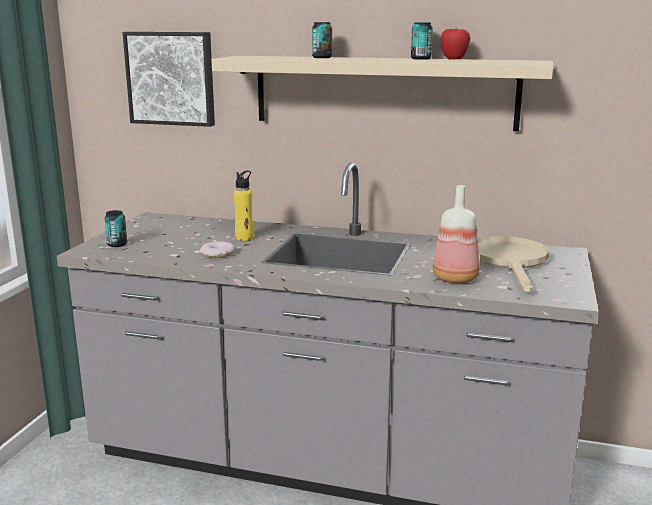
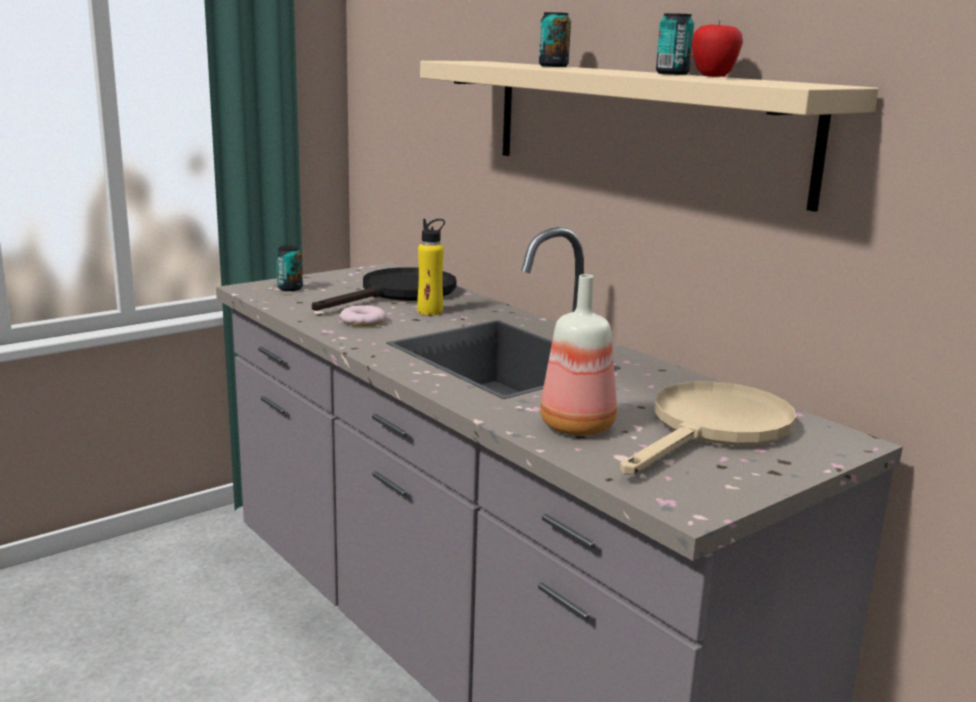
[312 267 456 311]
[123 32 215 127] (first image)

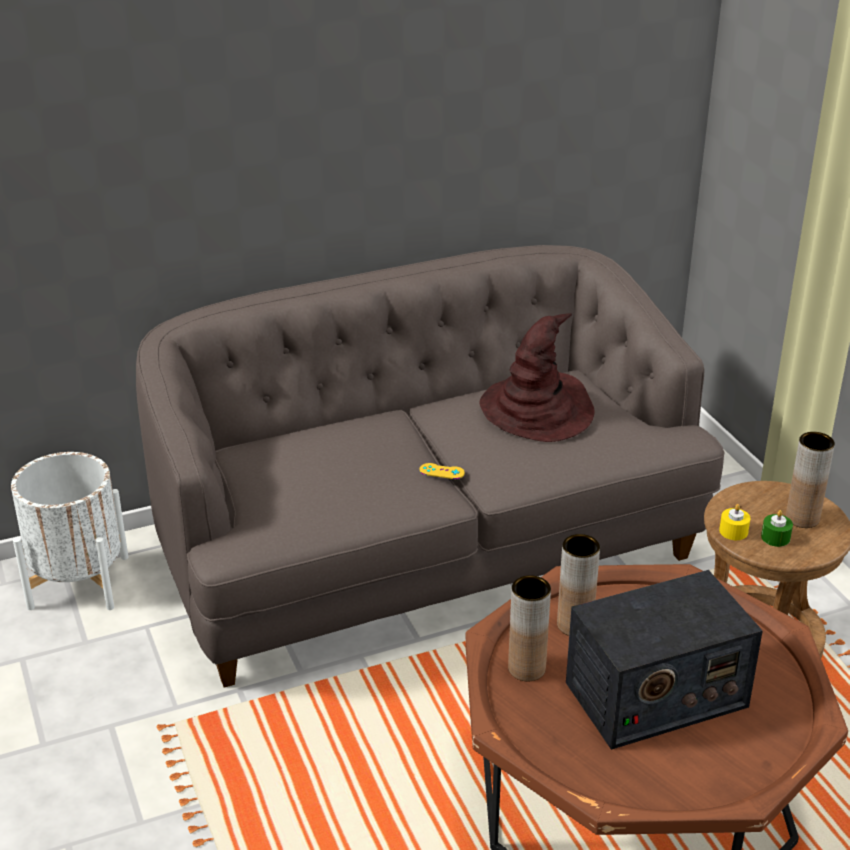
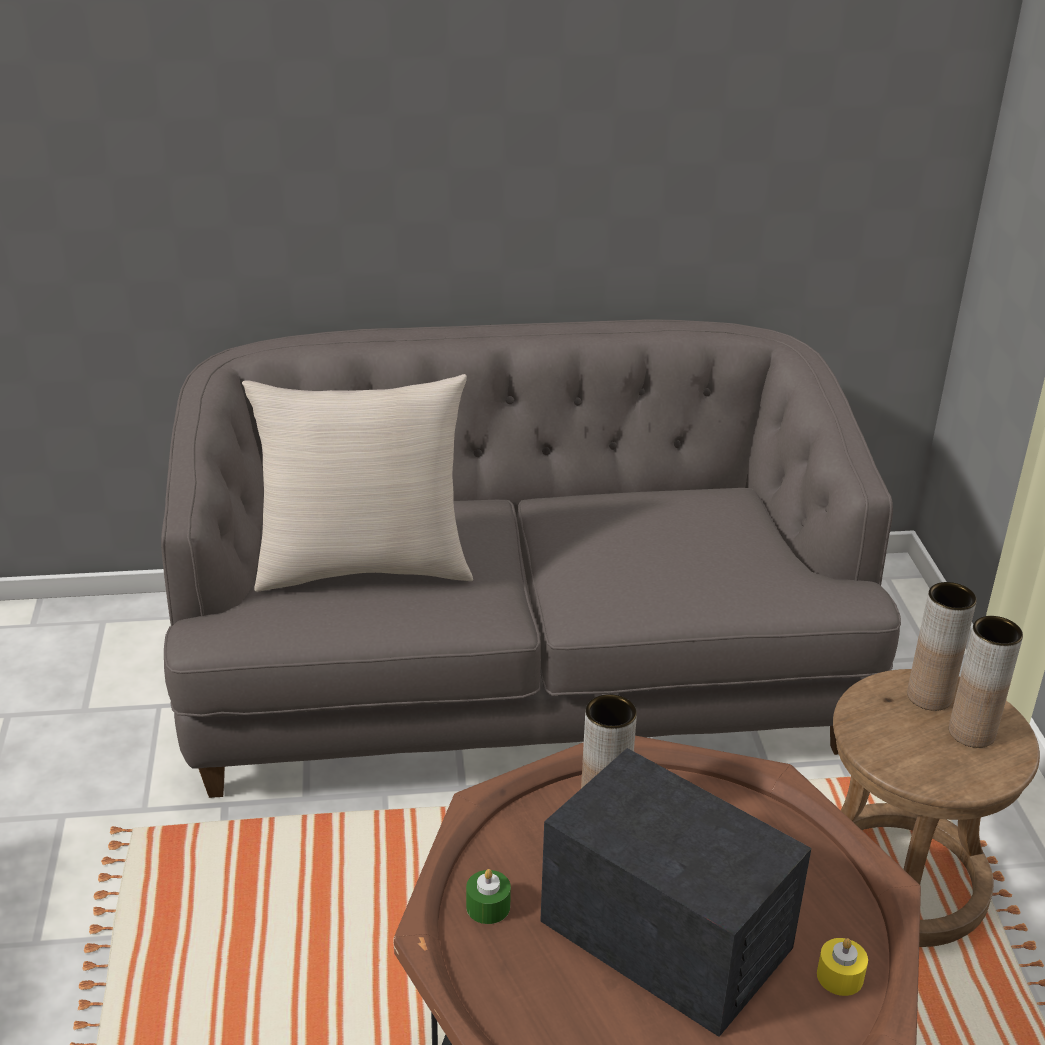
[242 374 473 592]
[466 869 511 924]
[540 748 811 1037]
[817 938 868 996]
[907 582 977 711]
[11 452 129 610] (first image)
[420 463 465 479] (first image)
[480 313 595 442] (first image)

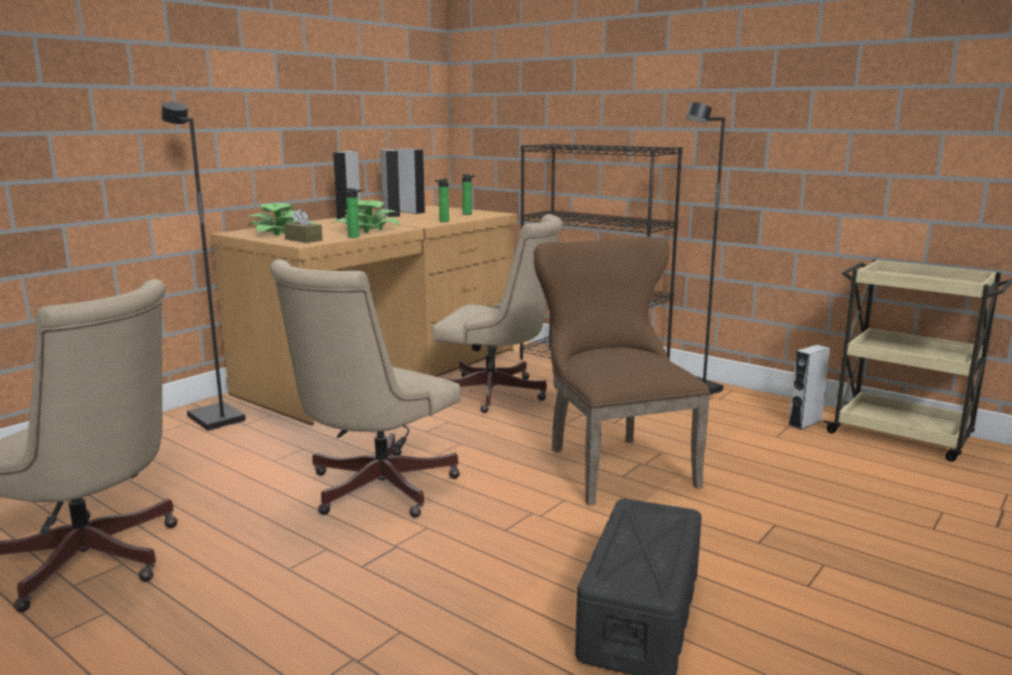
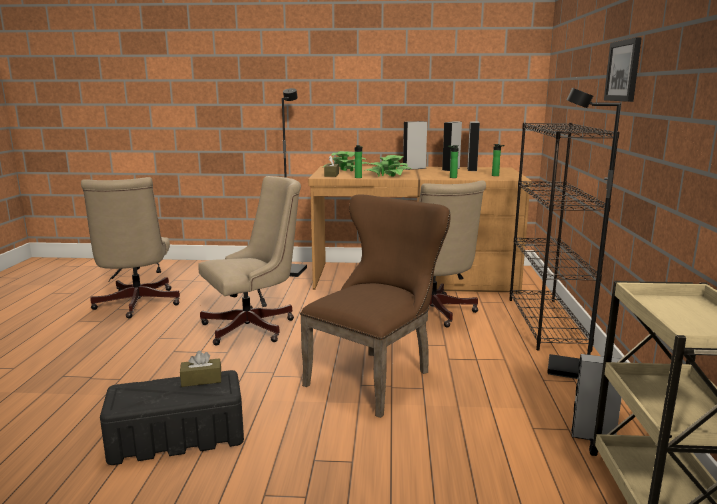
[180 350 221 387]
[198 176 301 346]
[604 37 642 102]

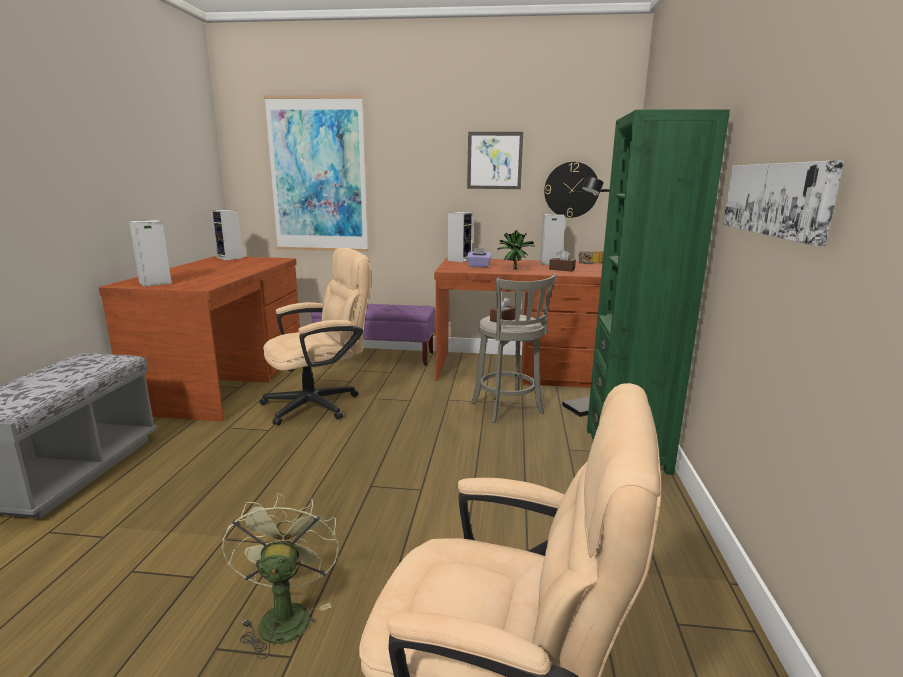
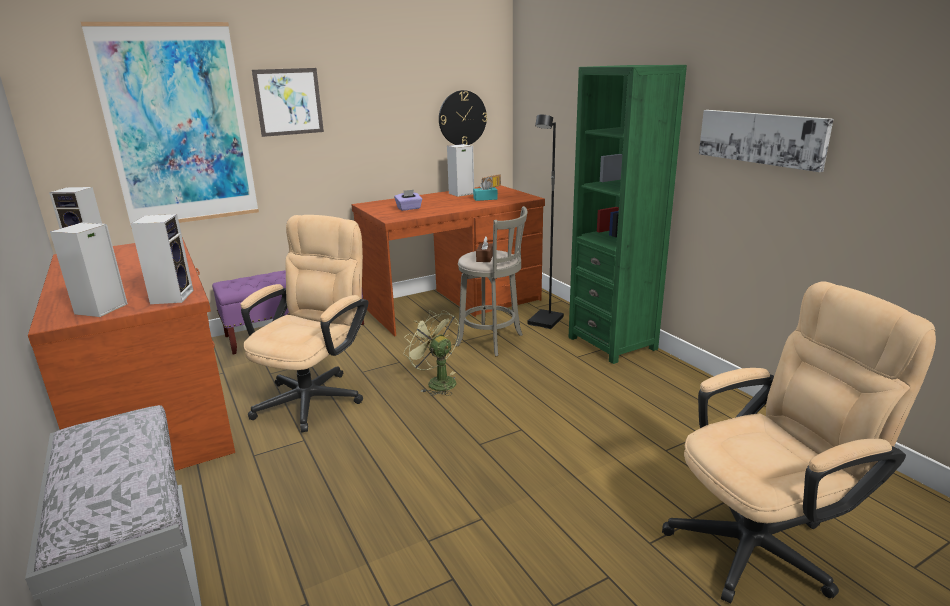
[131 214 194 304]
[252 68 324 137]
[403 310 460 396]
[473 180 498 201]
[497 230 535 269] (first image)

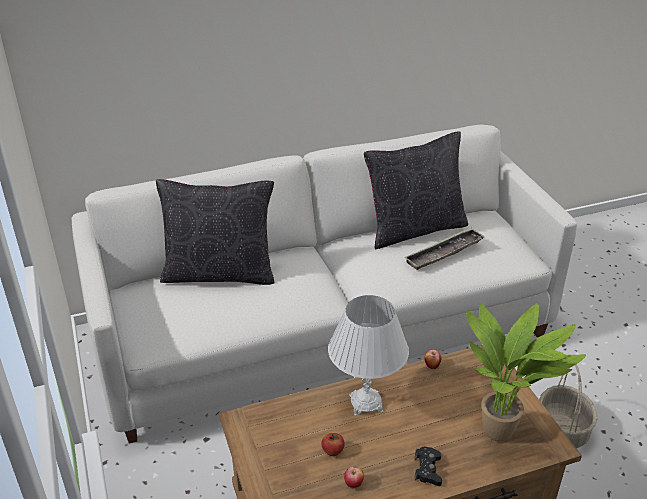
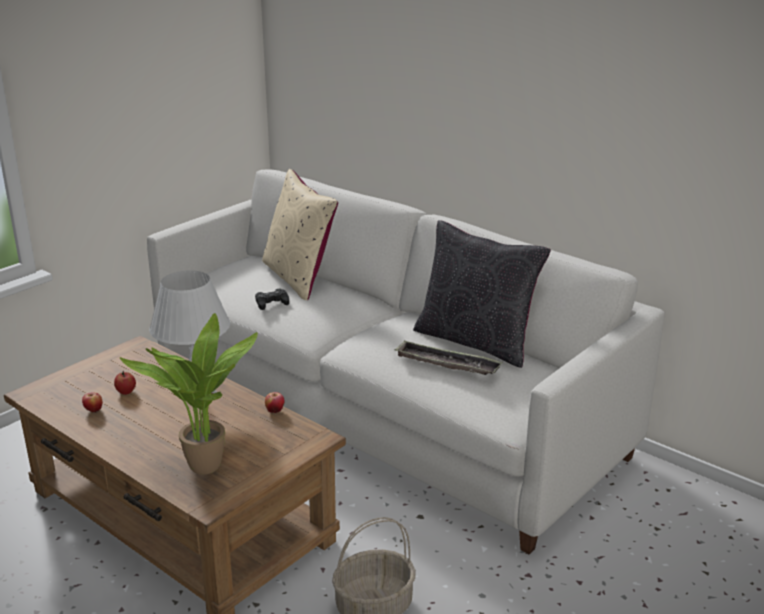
[255 289 289 310]
[262 169 338 300]

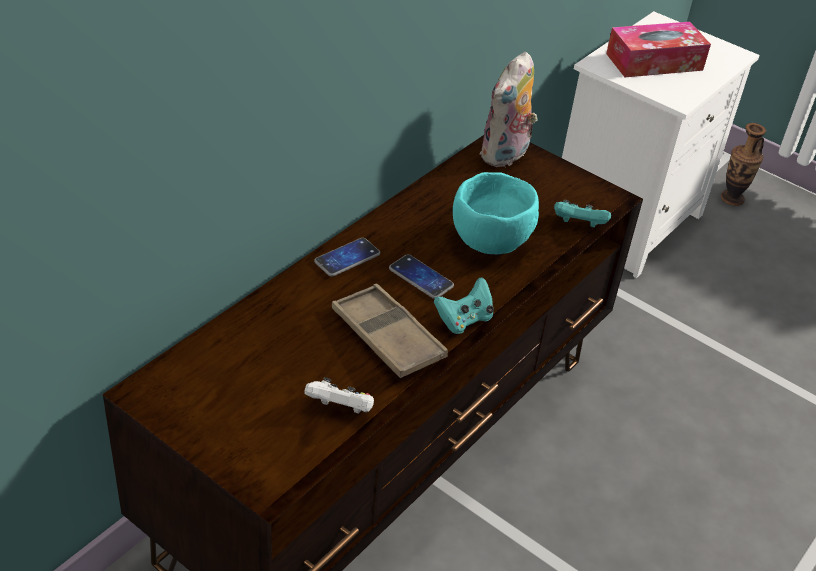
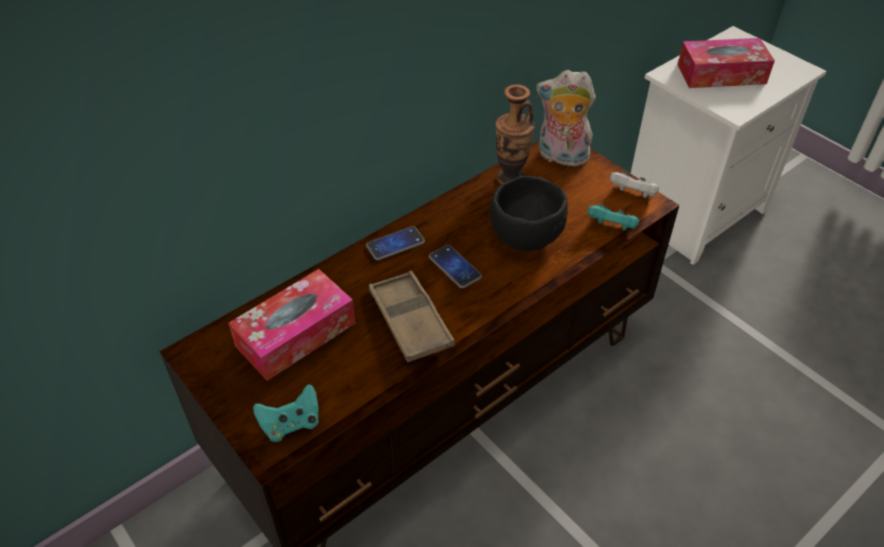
[228 269 356 381]
[253 384 319 442]
[490 176 568 251]
[495 84 535 184]
[536 70 596 166]
[610 171 659 198]

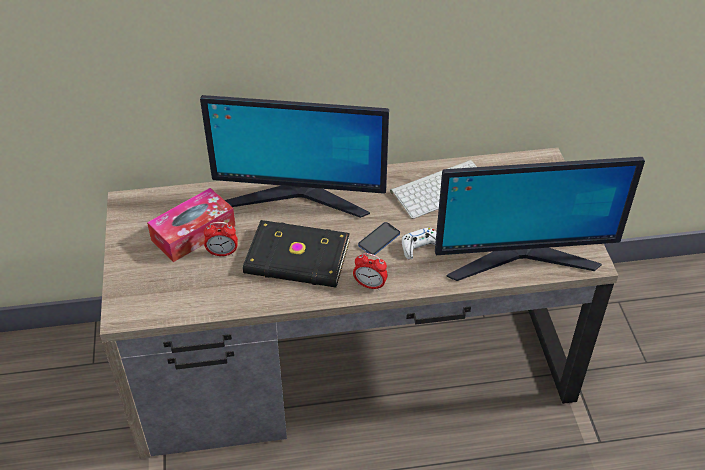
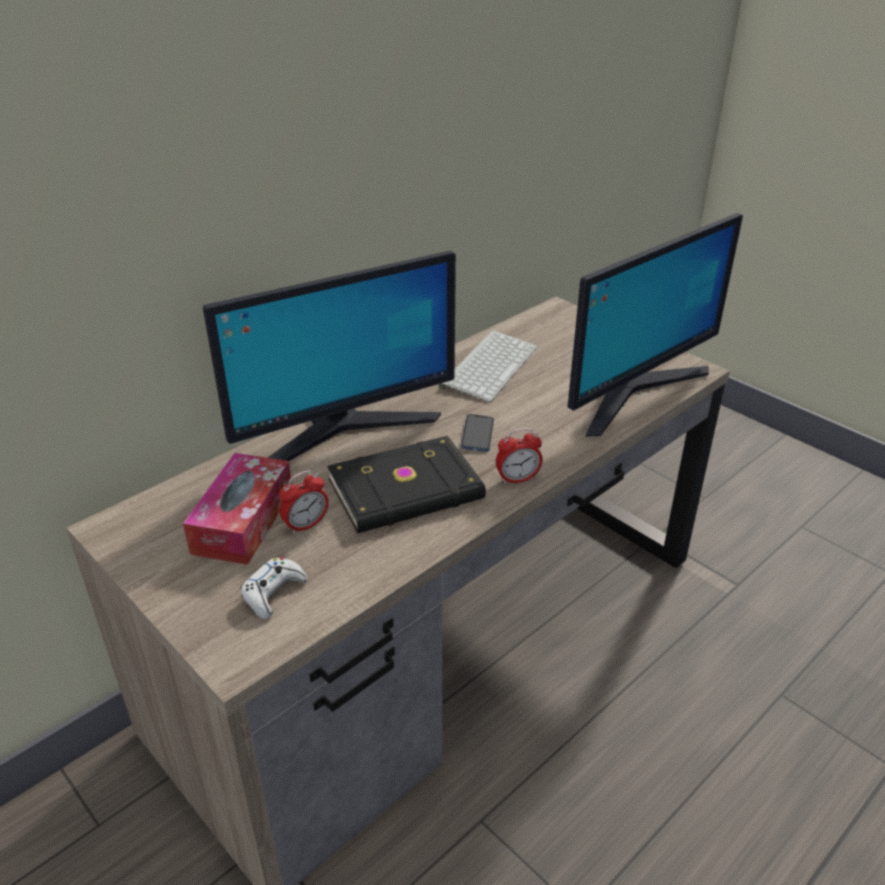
[240 557 307 619]

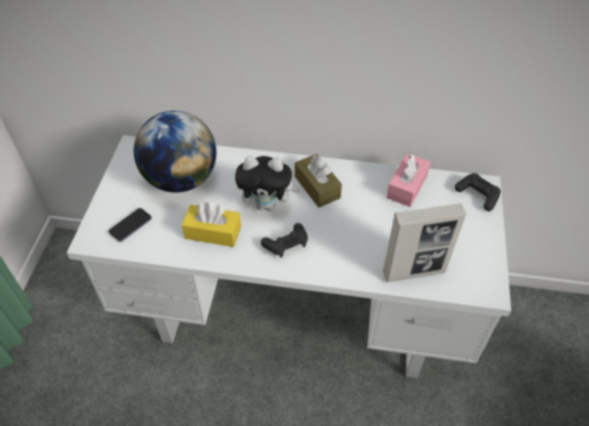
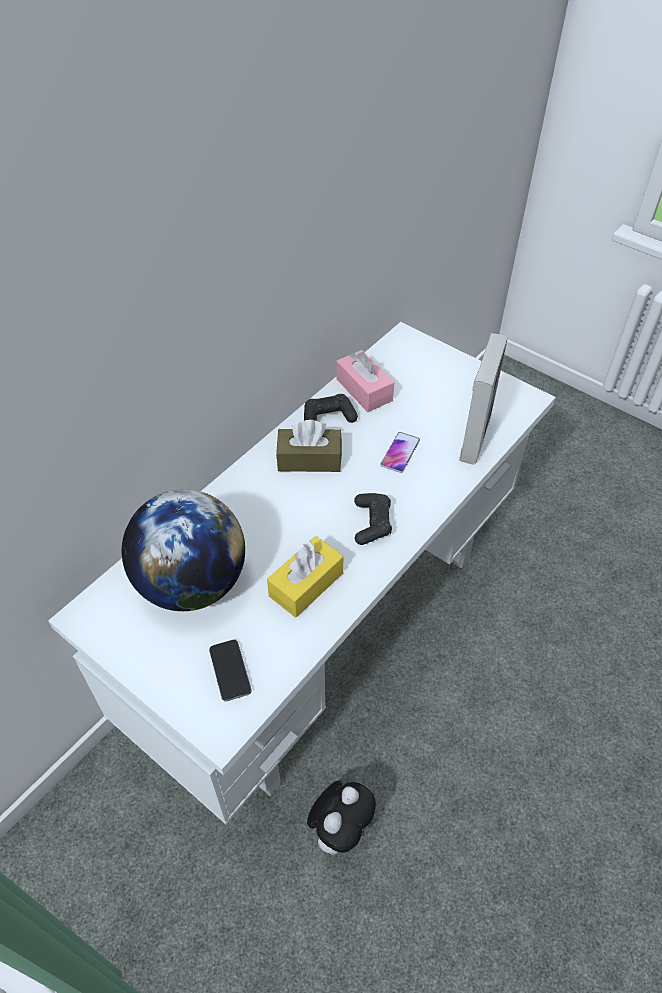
[304 394 358 423]
[307 781 376 855]
[380 432 420 473]

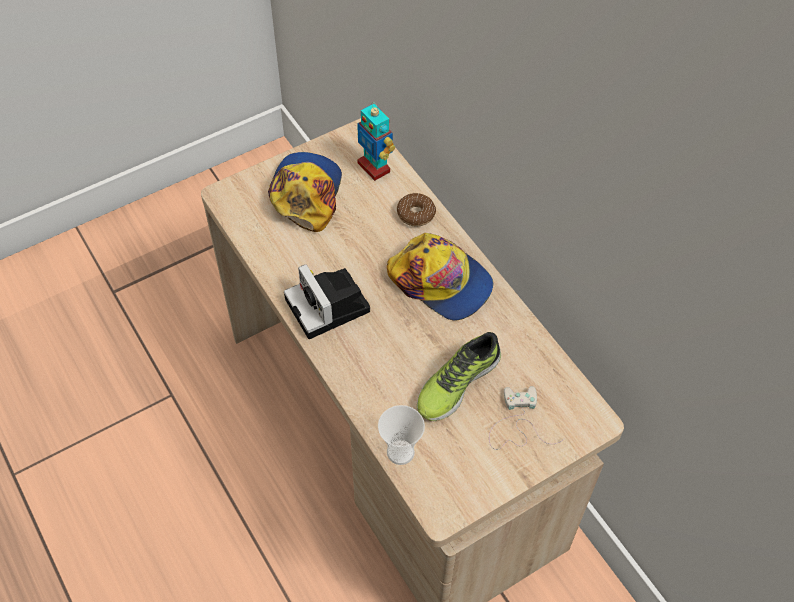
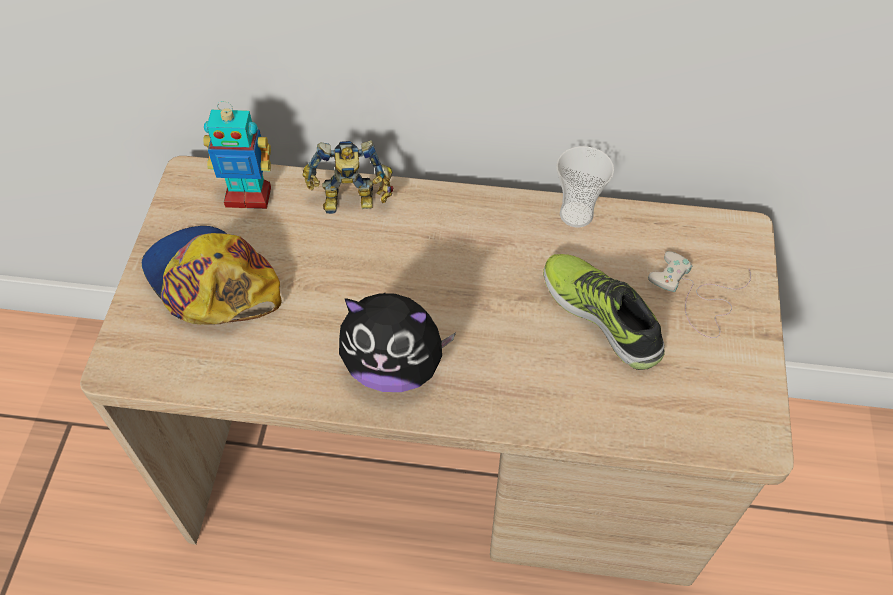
[303 140 393 214]
[339 293 456 392]
[543 254 665 370]
[556 146 614 227]
[387 233 493 320] (first image)

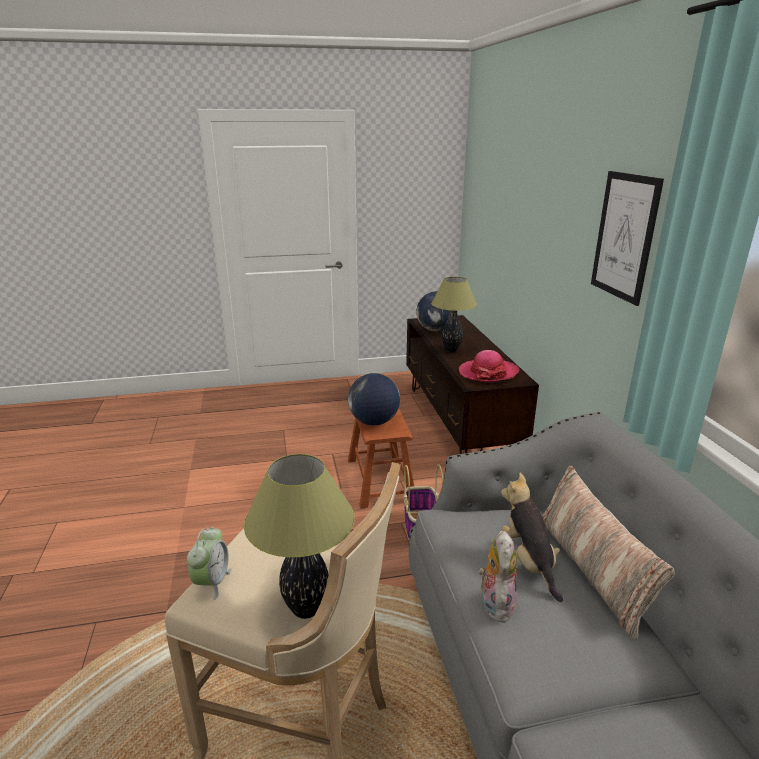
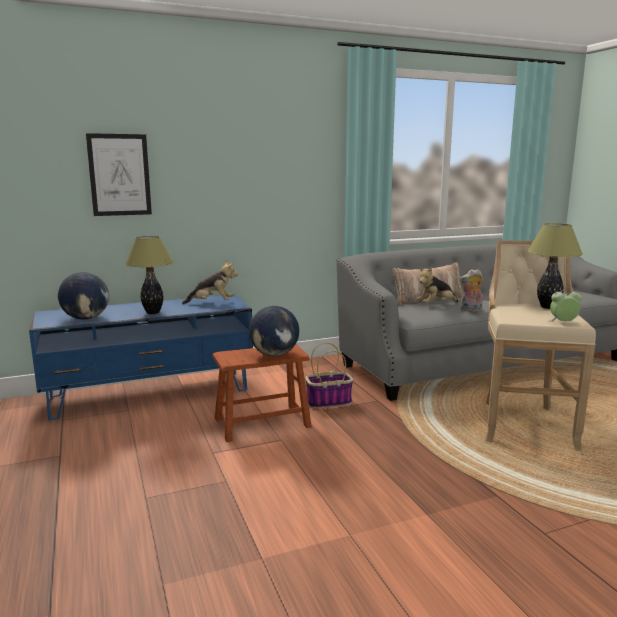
[29 294 253 420]
[86 133 152 216]
[182 260 238 304]

